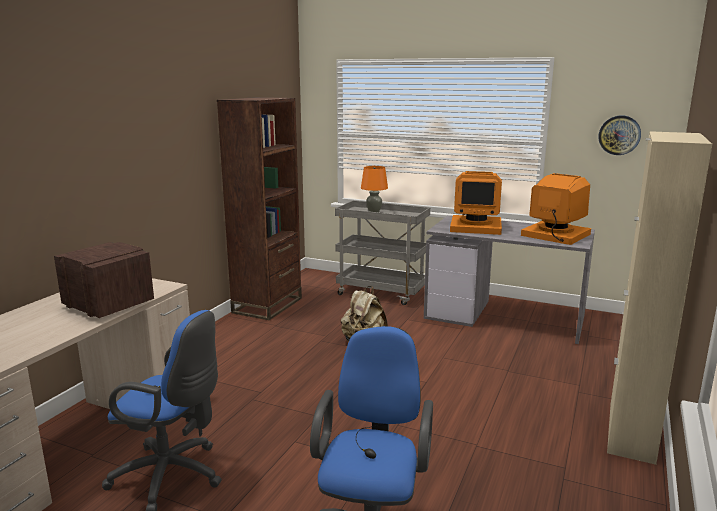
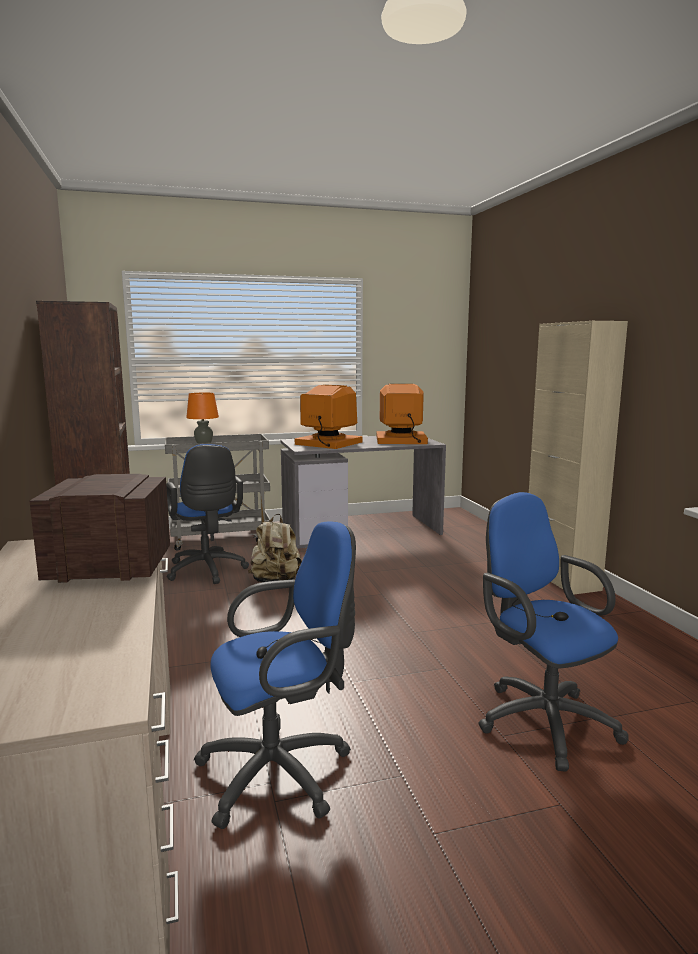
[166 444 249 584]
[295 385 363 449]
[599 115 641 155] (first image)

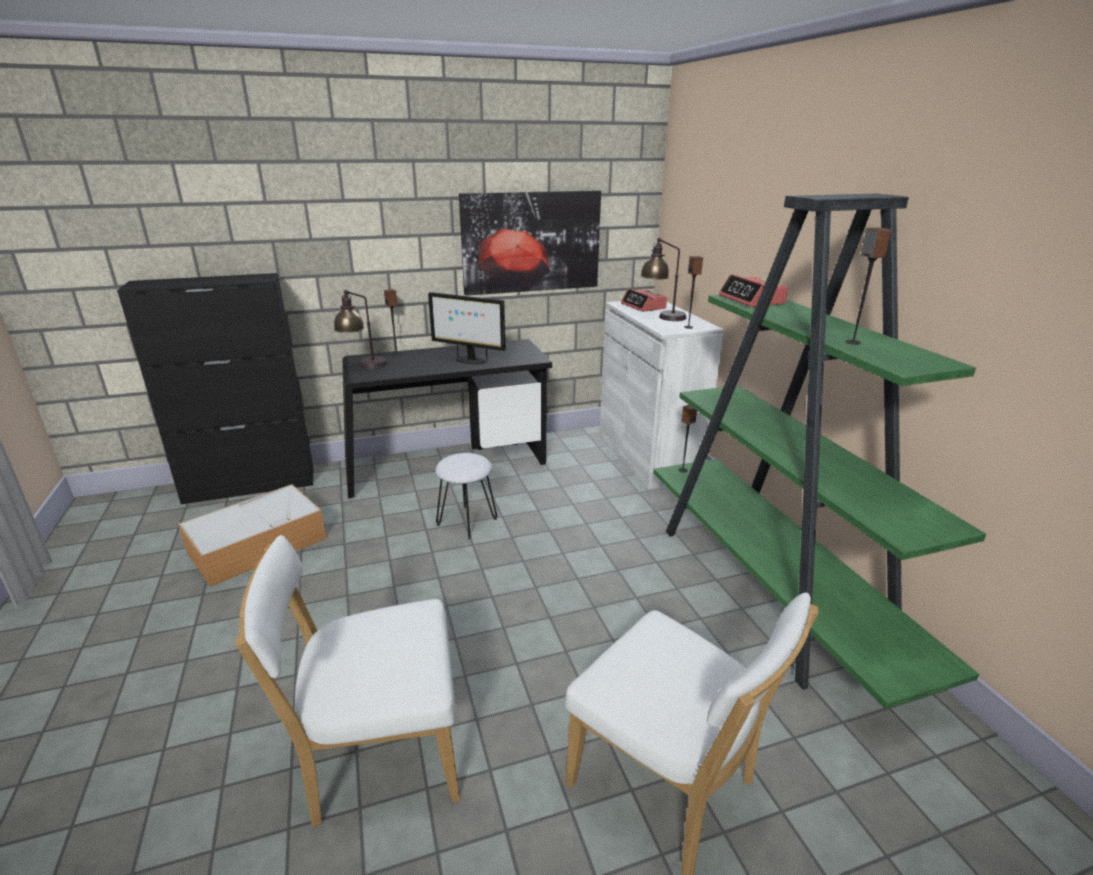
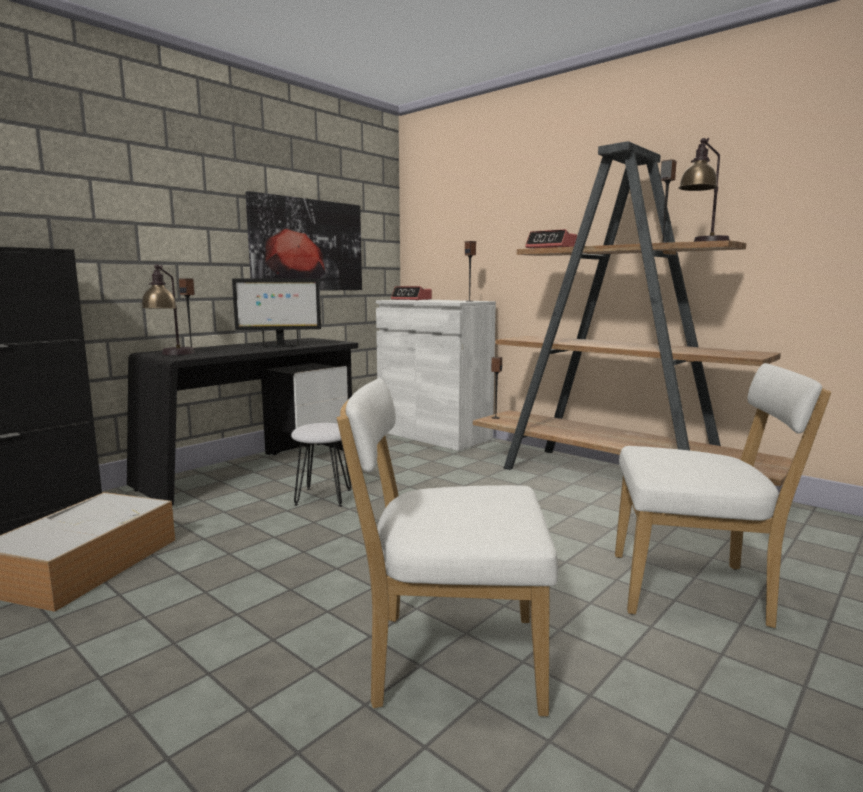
[337 378 558 716]
[473 141 793 486]
[679 138 730 242]

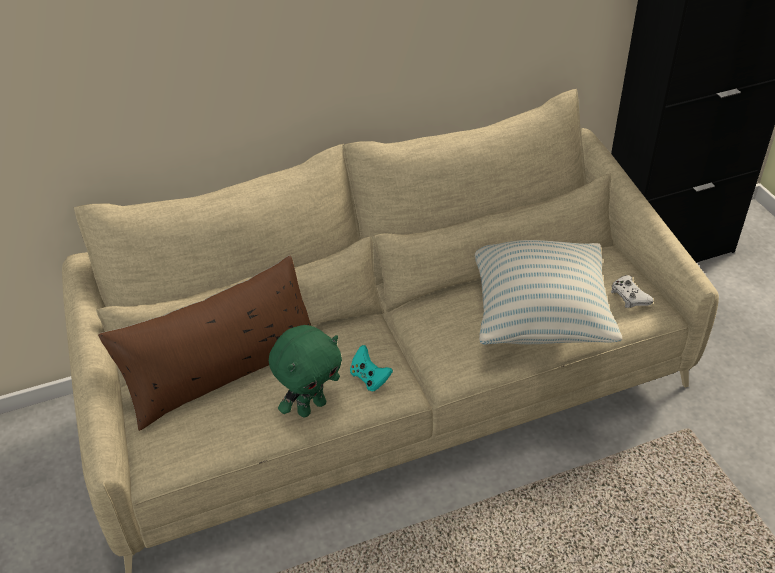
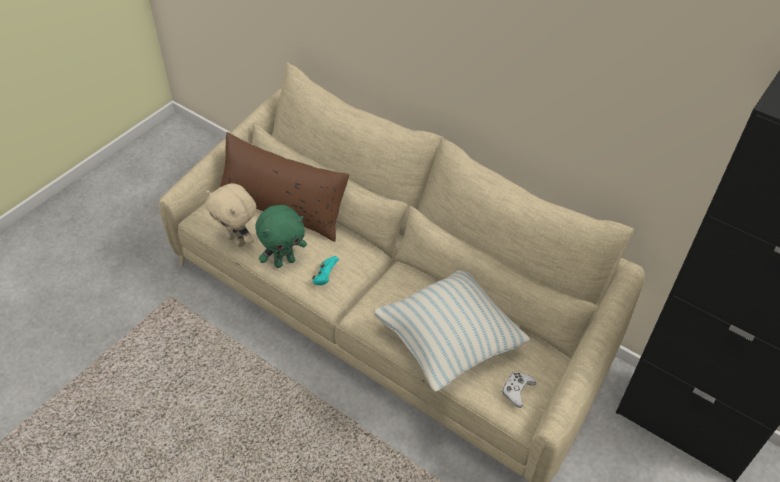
[206 183 256 247]
[255 205 307 268]

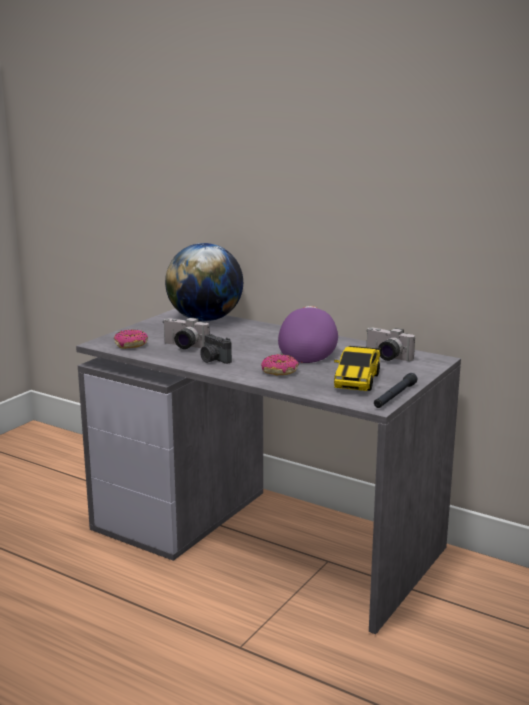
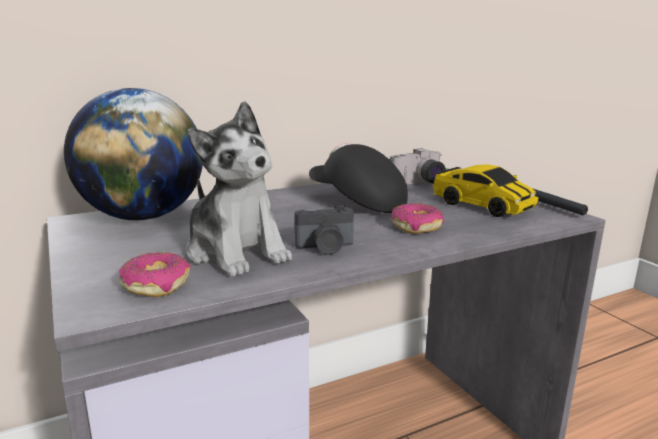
[186 101 292 277]
[309 143 408 213]

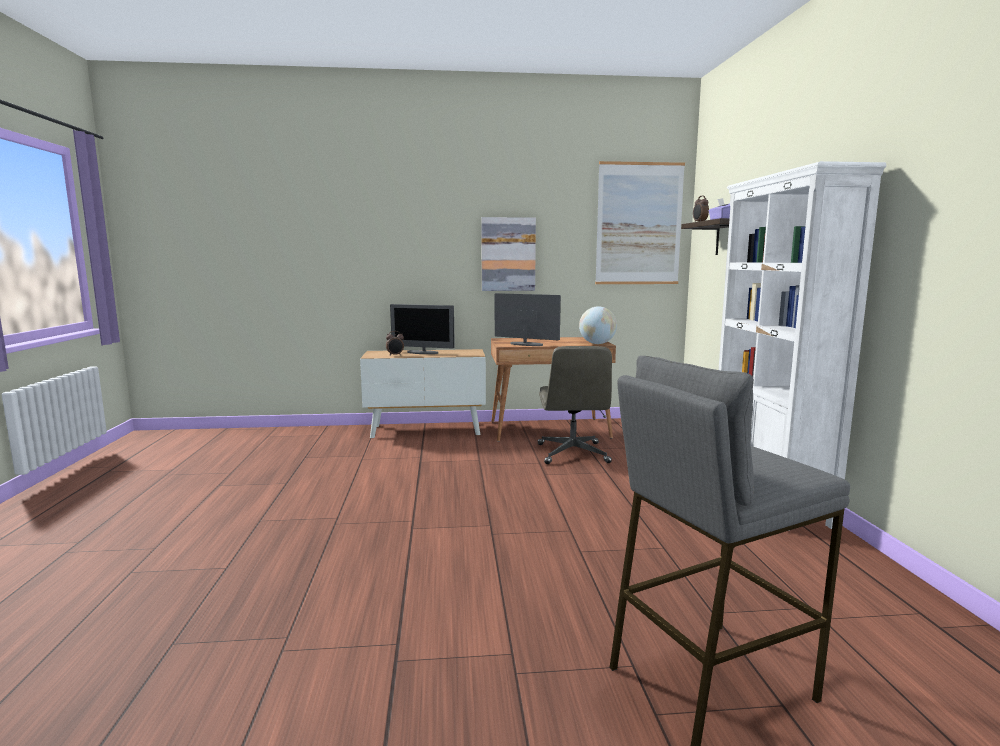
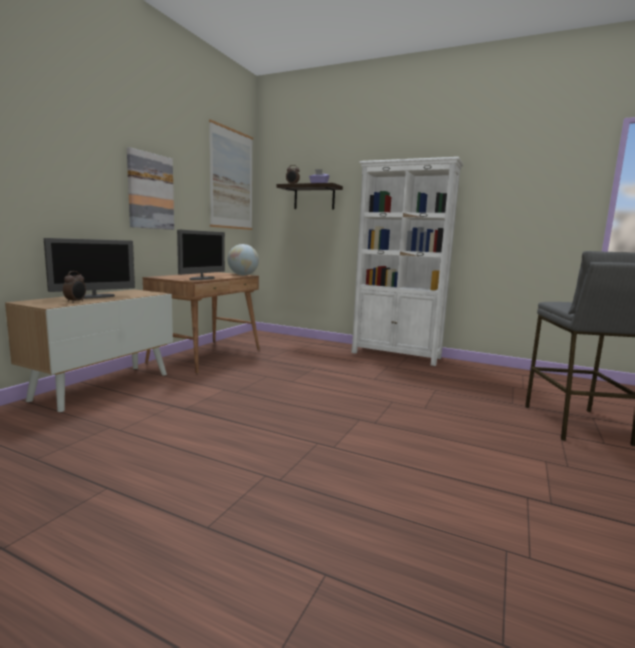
[177 229 225 280]
[538 346 612 464] (first image)

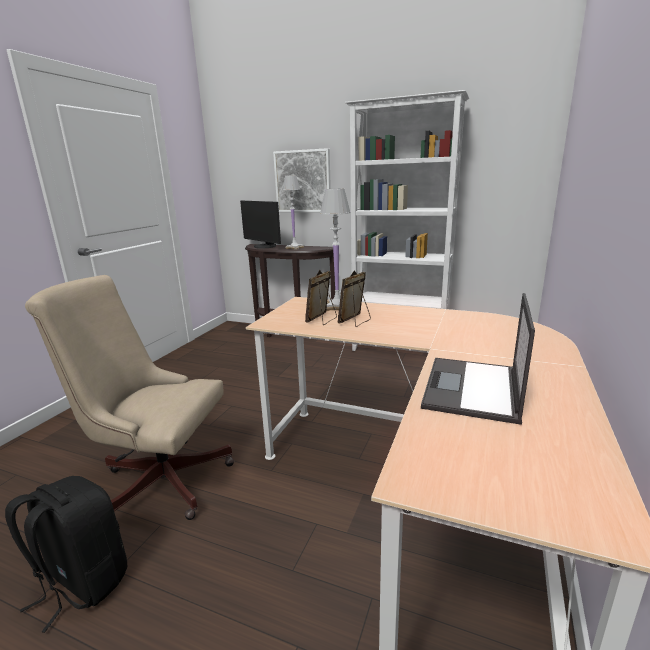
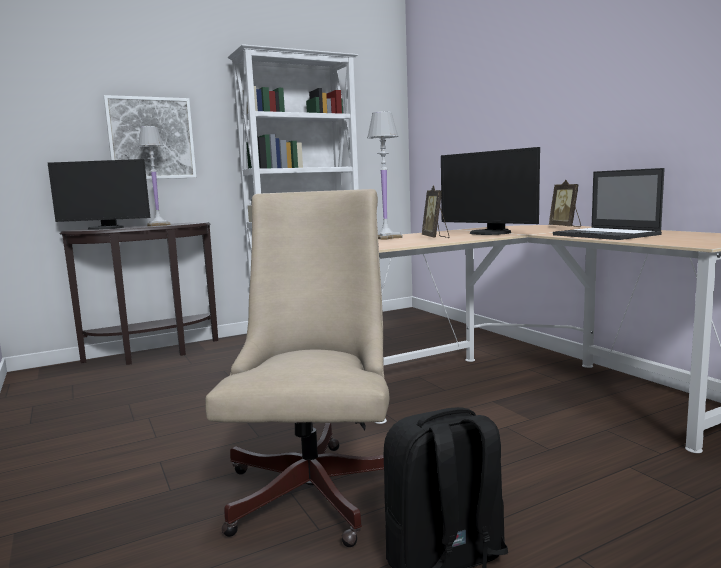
[205 189 390 547]
[441 147 540 235]
[549 180 581 227]

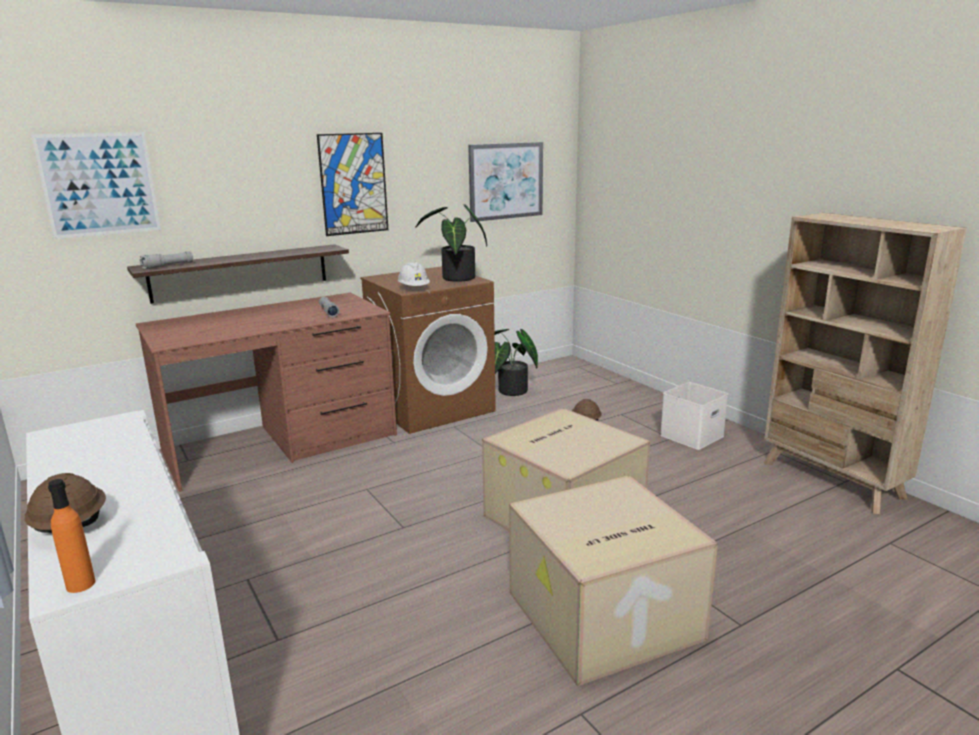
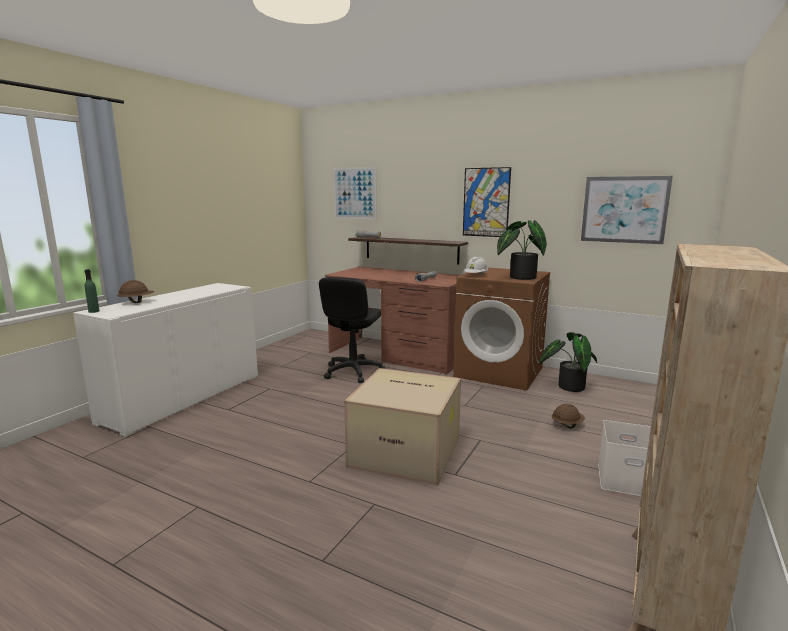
[85 269 99 313]
[319 277 386 383]
[509 475 718 686] (first image)

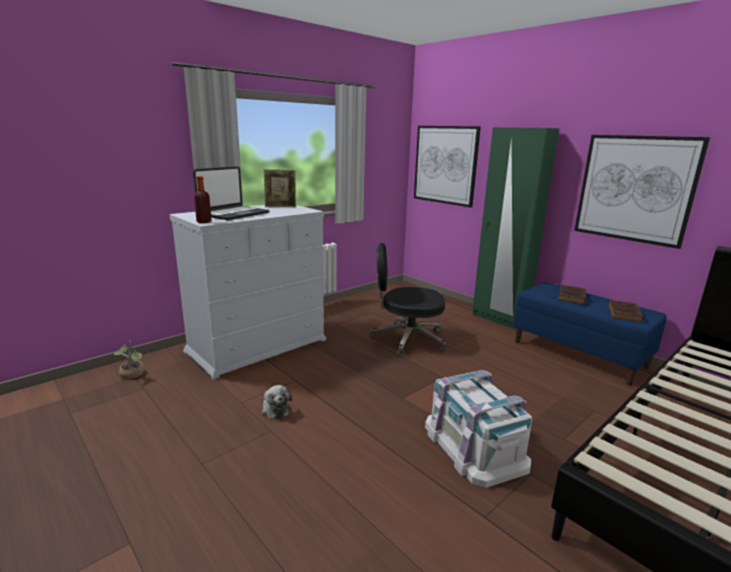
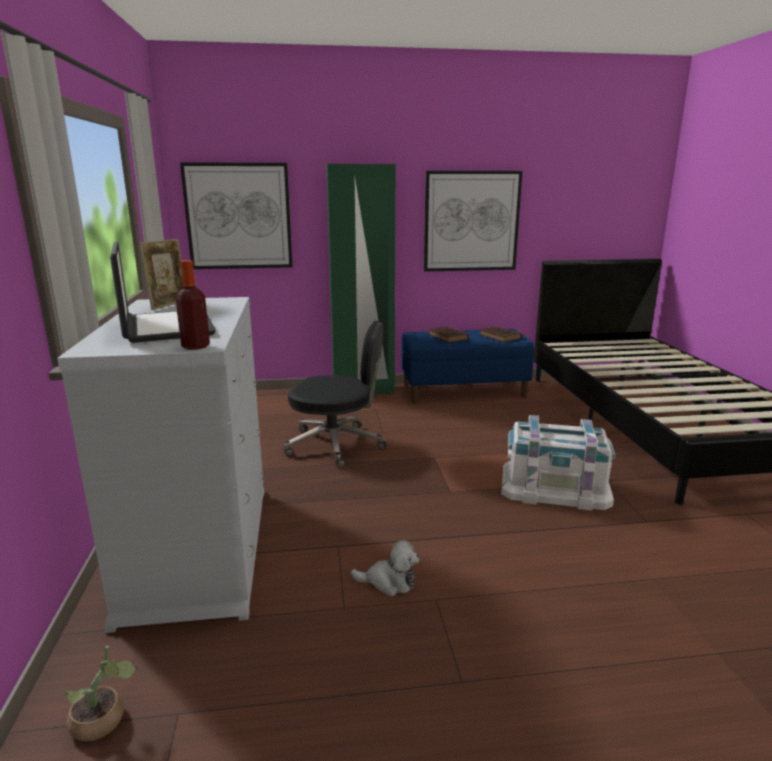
[284 321 387 468]

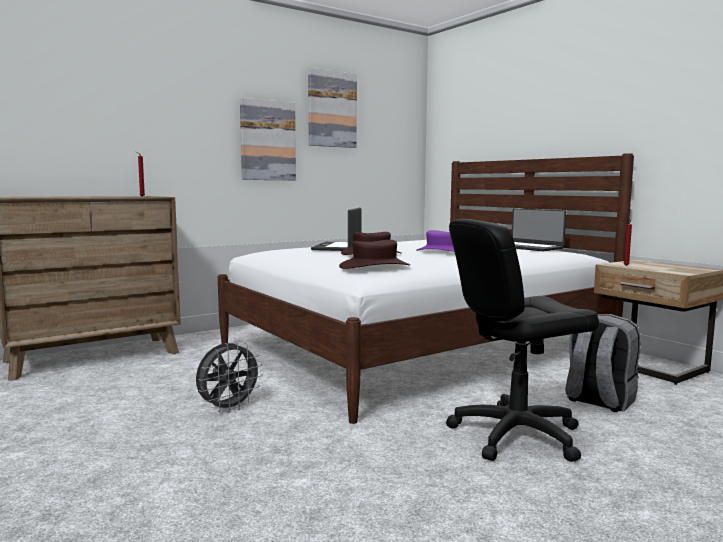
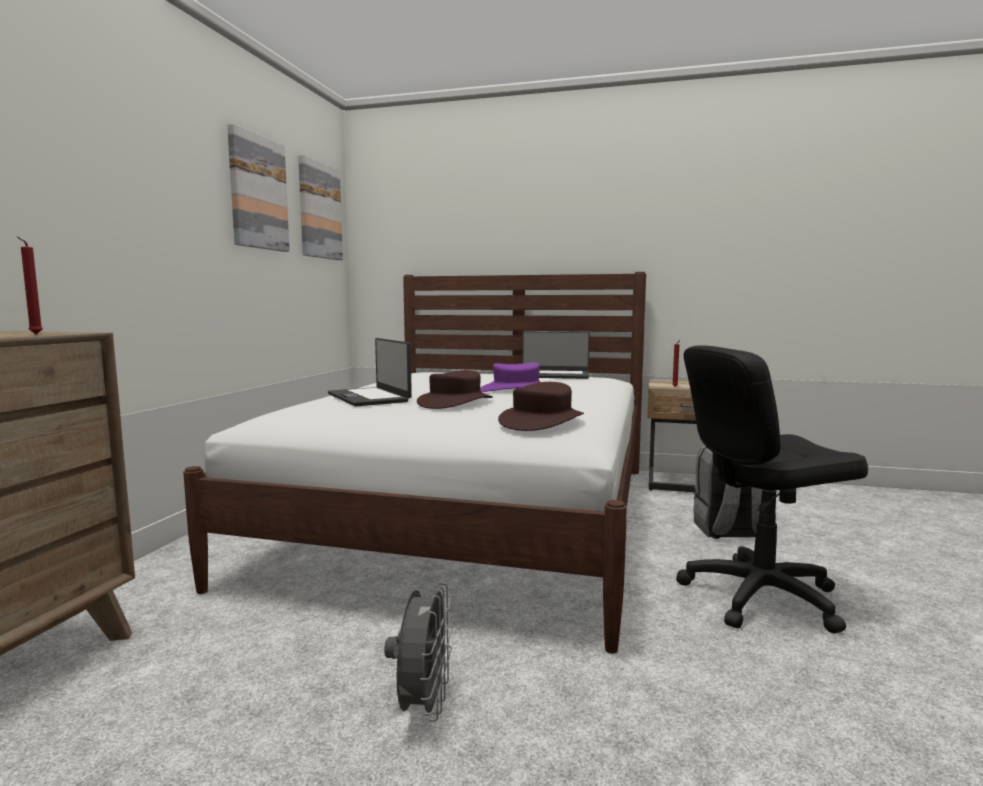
[298 155 343 260]
[676 345 868 633]

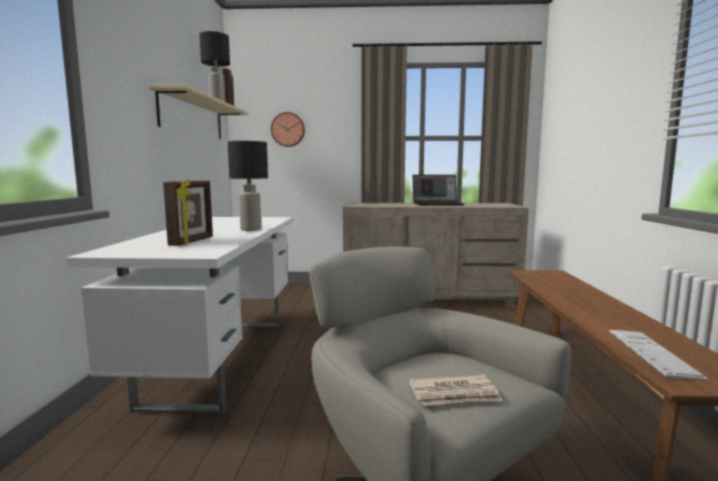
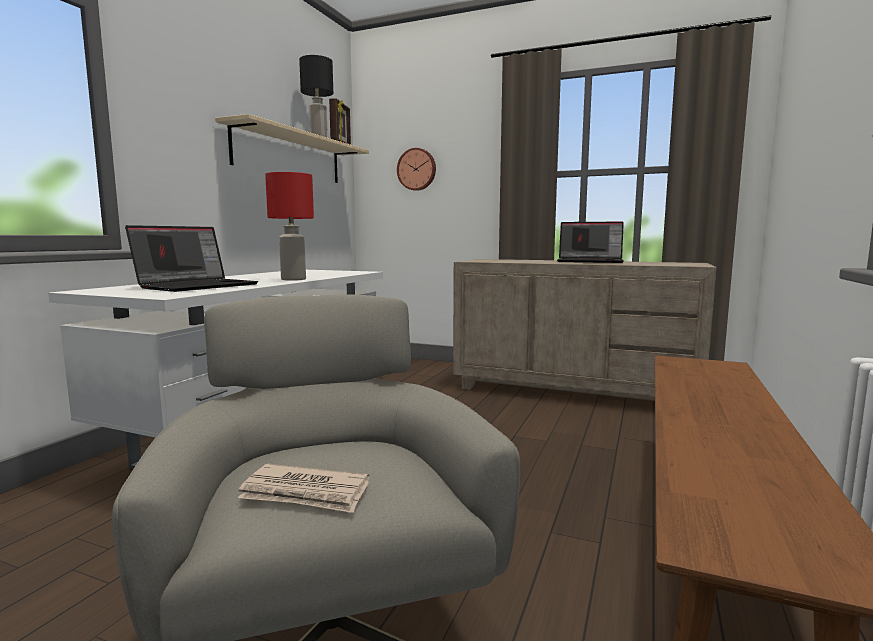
[125 225 258 292]
[265 172 314 281]
[609 330 708 381] (first image)

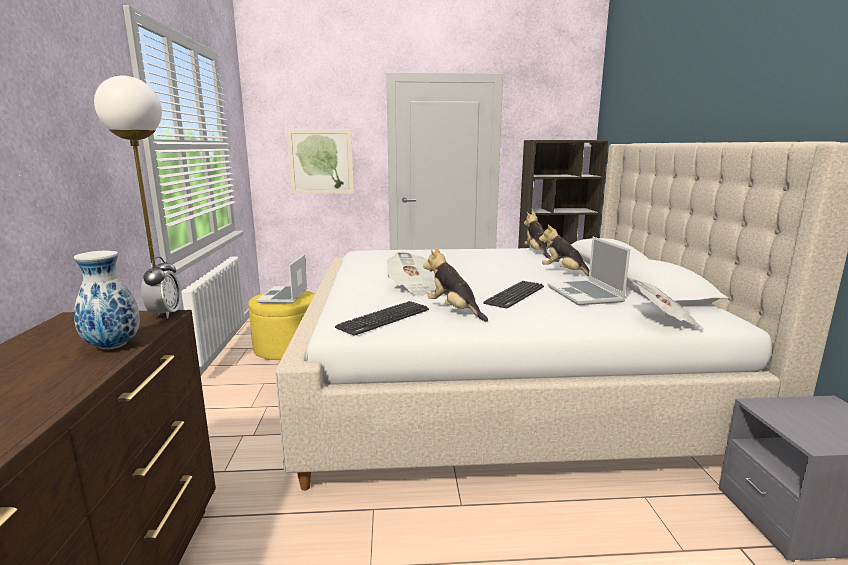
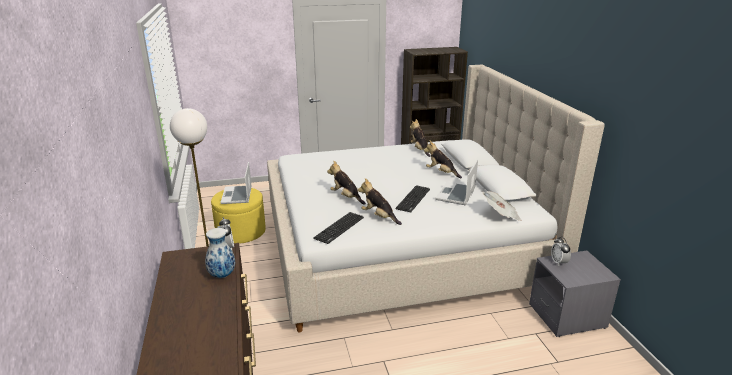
[327 161 366 205]
[435 159 478 205]
[551 237 571 266]
[286 129 354 194] (first image)

